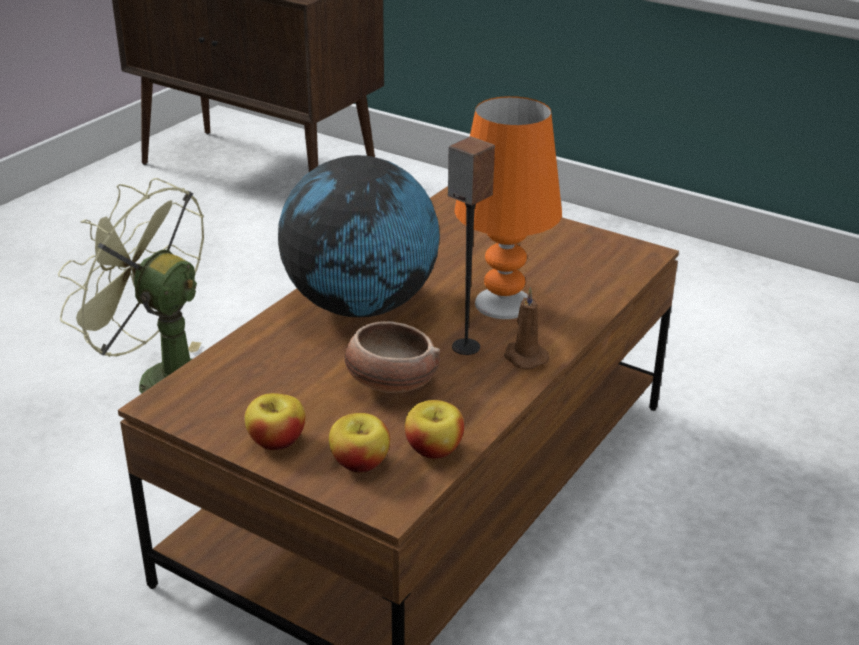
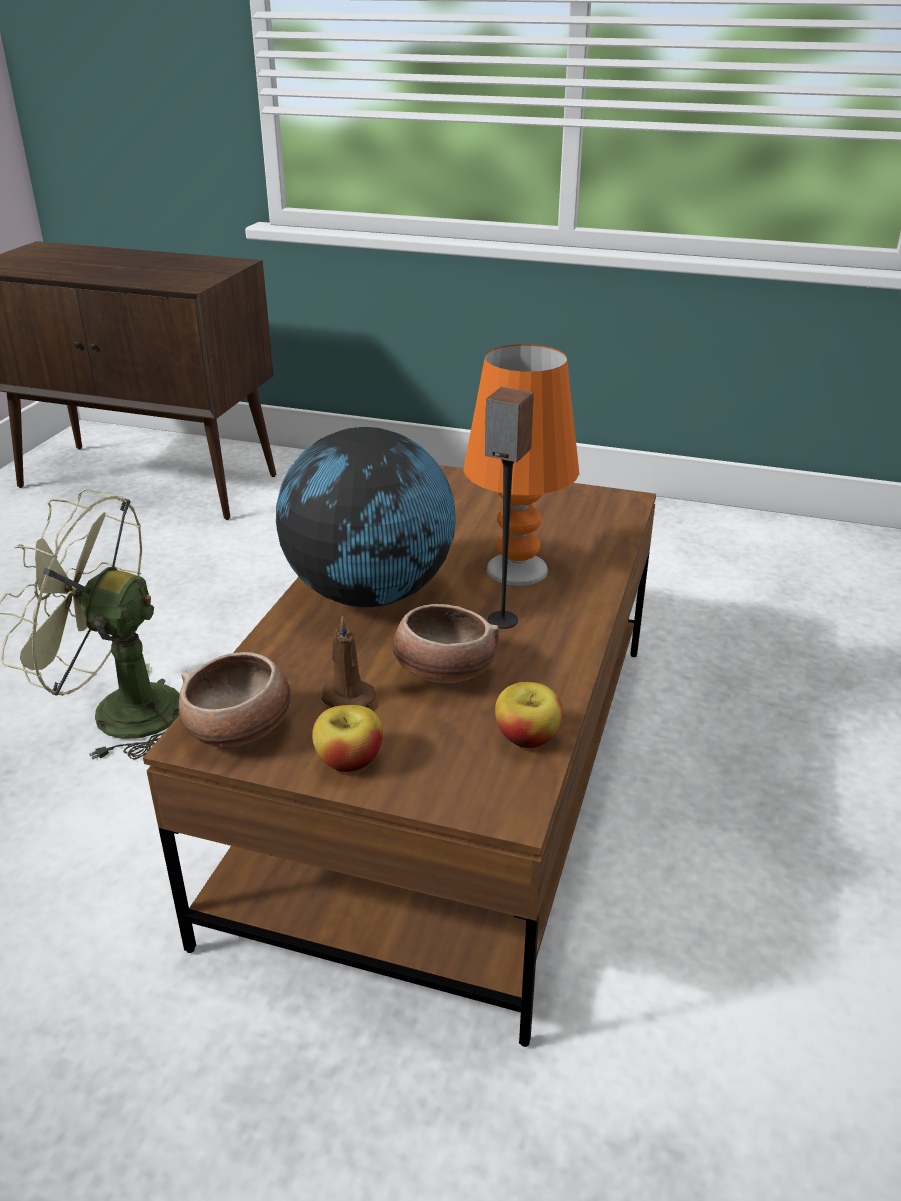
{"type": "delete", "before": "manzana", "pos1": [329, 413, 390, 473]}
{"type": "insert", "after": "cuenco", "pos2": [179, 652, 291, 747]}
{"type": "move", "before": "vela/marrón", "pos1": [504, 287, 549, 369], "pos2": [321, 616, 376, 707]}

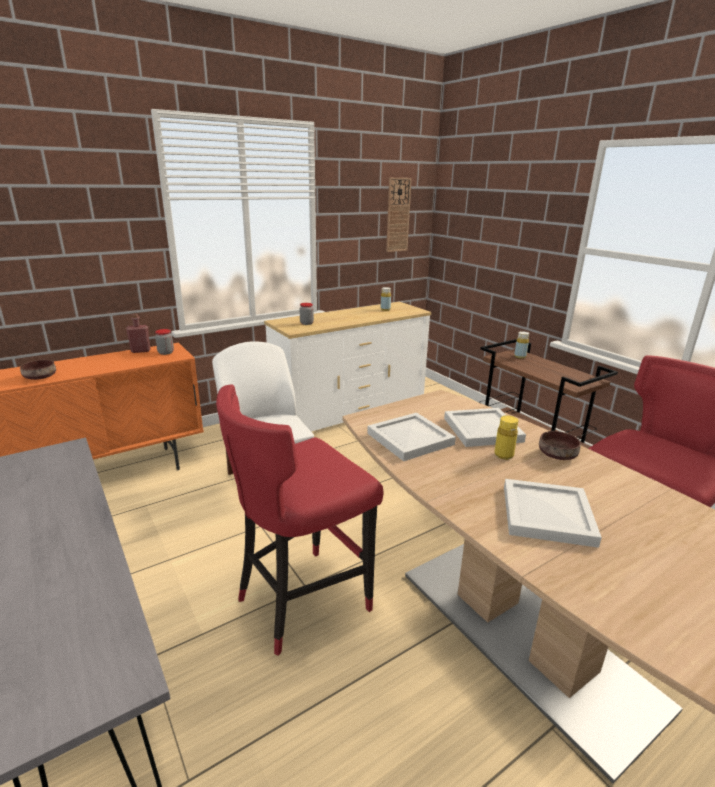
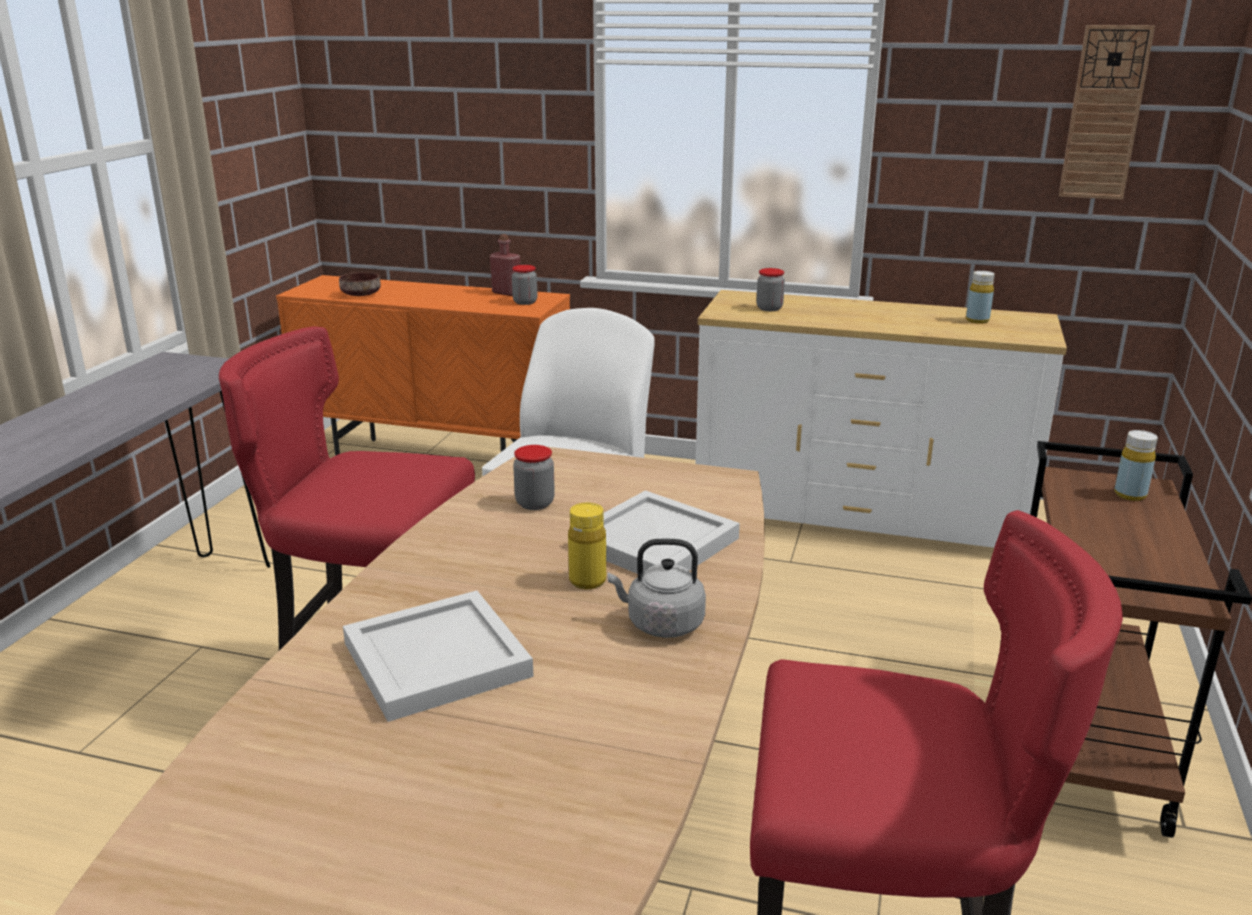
{"type": "replace", "before": "bandeja/blanco", "after": "tarro", "pos1": [367, 413, 456, 461], "pos2": [513, 445, 555, 510]}
{"type": "replace", "before": "cuenco/marrón", "after": "hervidor/gris", "pos1": [539, 431, 581, 460], "pos2": [607, 539, 706, 638]}

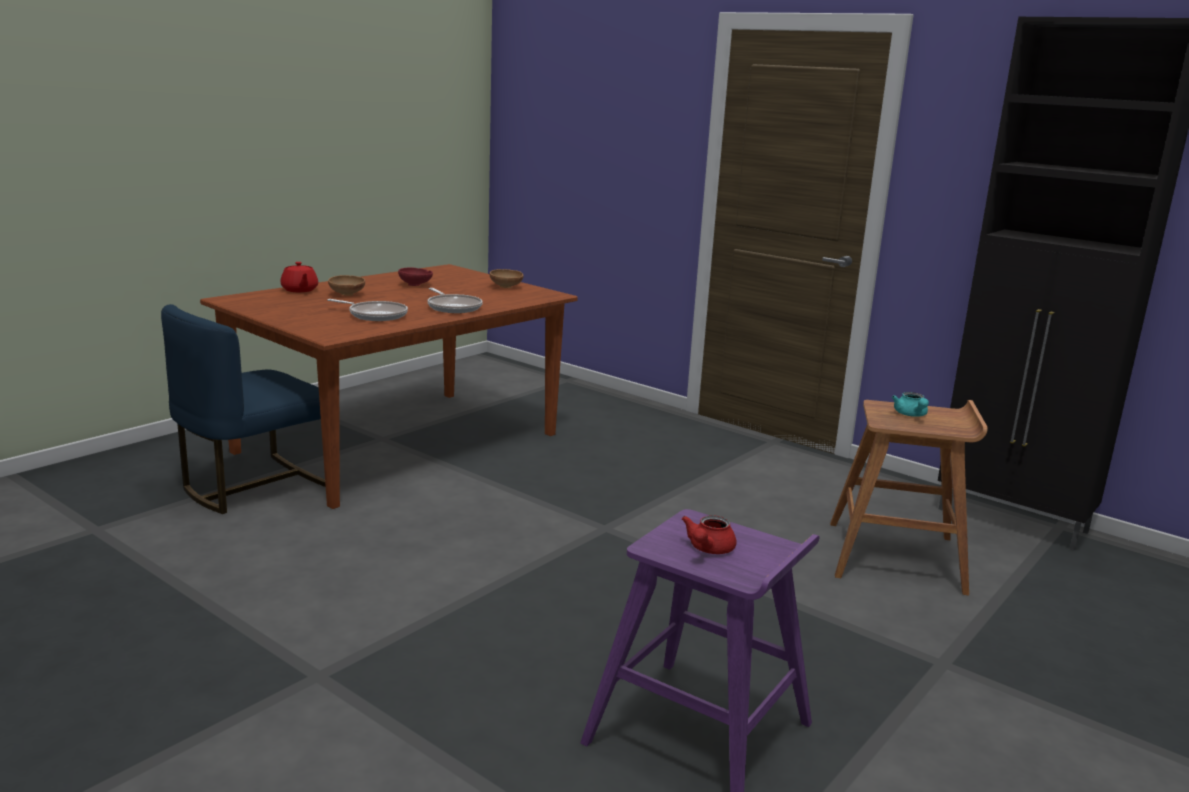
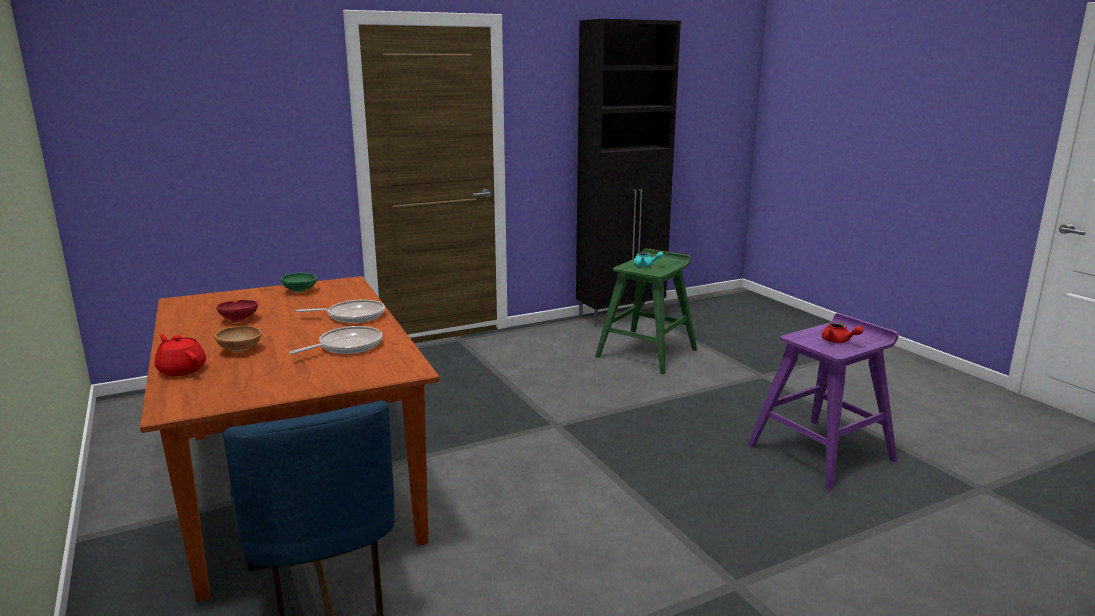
{"type": "recolor", "before": "cuenco/marrón", "after": "cuenco/verde", "pos1": [489, 269, 524, 288], "pos2": [281, 273, 317, 292]}
{"type": "recolor", "before": "taburete/marrón", "after": "taburete/verde", "pos1": [830, 400, 988, 595], "pos2": [595, 248, 697, 374]}
{"type": "rotate", "before": "tetera/rojo", "pos1": [280, 262, 318, 292], "pos2": [155, 334, 206, 376], "turn": -135}

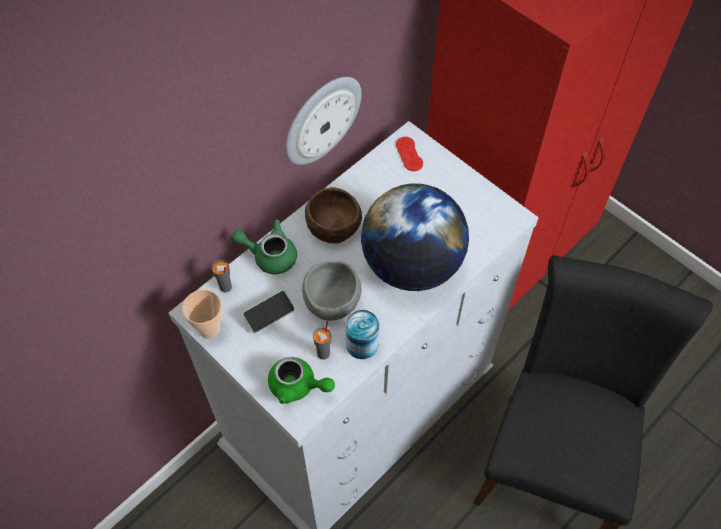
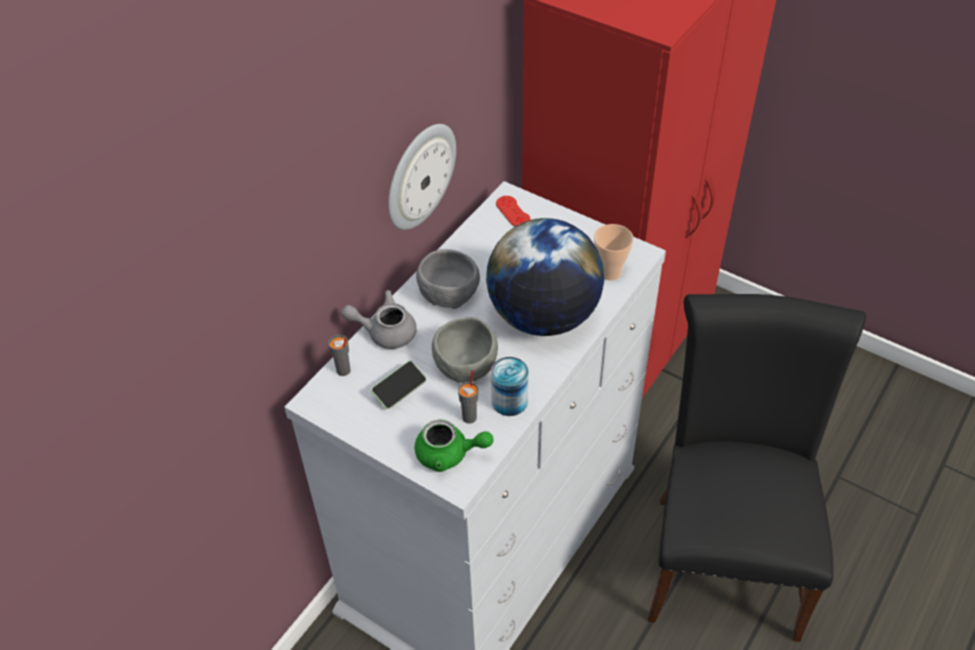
{"type": "move", "before": "taza", "pos1": [182, 290, 222, 339], "pos2": [594, 224, 634, 280]}
{"type": "recolor", "before": "tetera/verde", "after": "tetera/gris", "pos1": [231, 219, 297, 274], "pos2": [341, 290, 417, 349]}
{"type": "recolor", "before": "cuenco/marrón", "after": "cuenco/gris", "pos1": [305, 187, 362, 244], "pos2": [416, 249, 480, 309]}

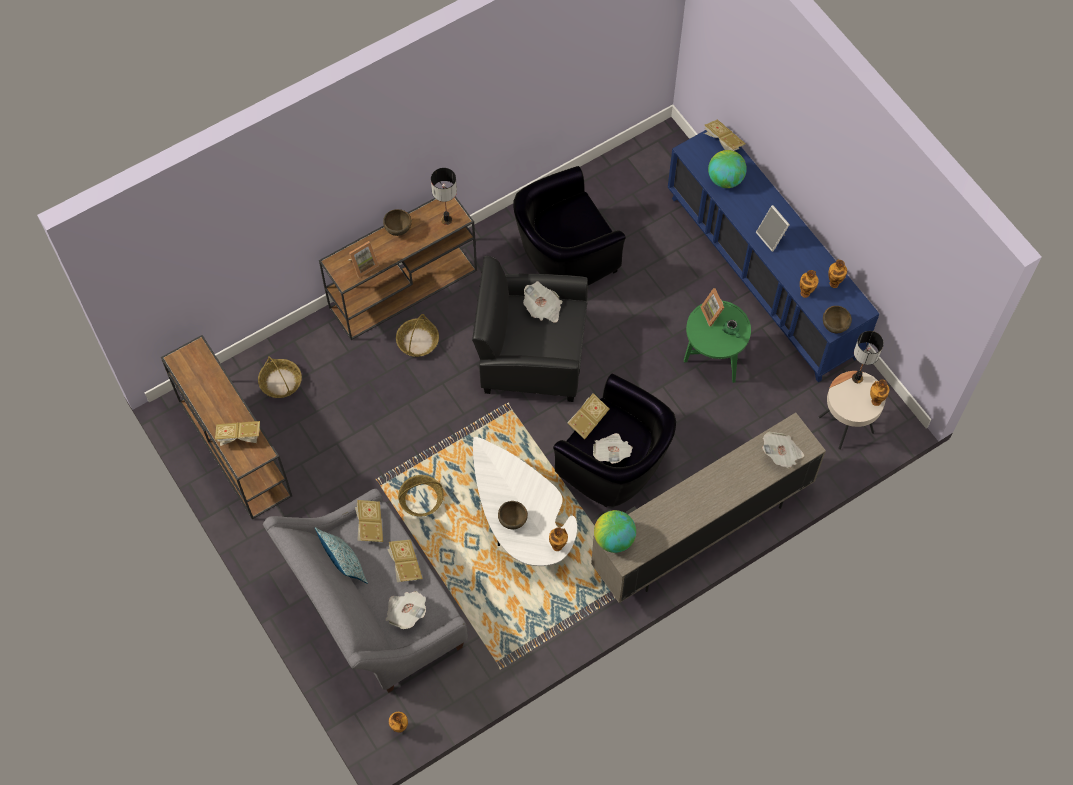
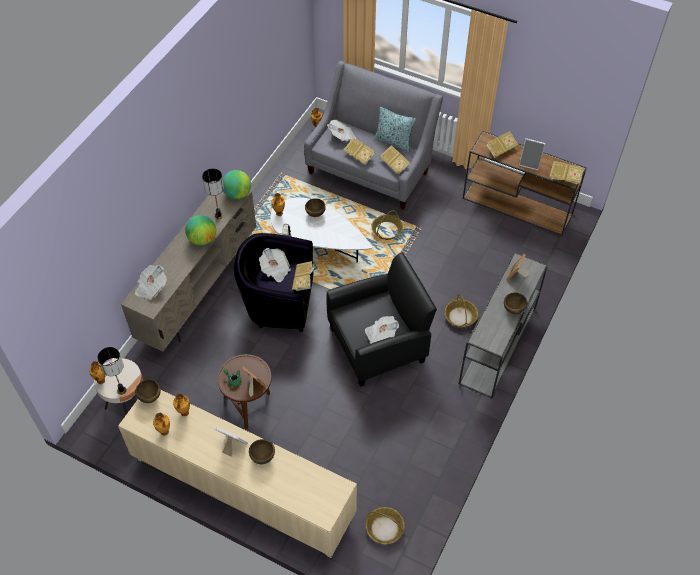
{"type": "delete", "before": "sillón/negro", "pos1": [513, 166, 626, 285]}
{"type": "insert", "after": "cuenco/marrón", "pos2": [249, 439, 275, 464]}
{"type": "insert", "after": "portarretratos", "pos2": [519, 138, 546, 171]}
{"type": "move", "before": "cesta", "pos1": [258, 356, 302, 398], "pos2": [366, 507, 405, 544]}
{"type": "move", "before": "lámpara de mesa", "pos1": [431, 168, 457, 225], "pos2": [202, 168, 224, 219]}
{"type": "move", "before": "libro", "pos1": [704, 119, 746, 151], "pos2": [550, 161, 584, 184]}
{"type": "move", "before": "globo terráqueo", "pos1": [708, 150, 747, 188], "pos2": [185, 215, 216, 246]}
{"type": "recolor", "before": "mesa consola/marrón", "after": "mesa consola/gris", "pos1": [319, 196, 477, 340], "pos2": [459, 252, 548, 398]}
{"type": "recolor", "before": "armario/azul", "after": "armario/beis", "pos1": [668, 130, 879, 382], "pos2": [118, 390, 357, 558]}
{"type": "recolor", "before": "mesa auxiliar/verde", "after": "mesa auxiliar/marrón", "pos1": [684, 301, 751, 383], "pos2": [217, 354, 271, 430]}

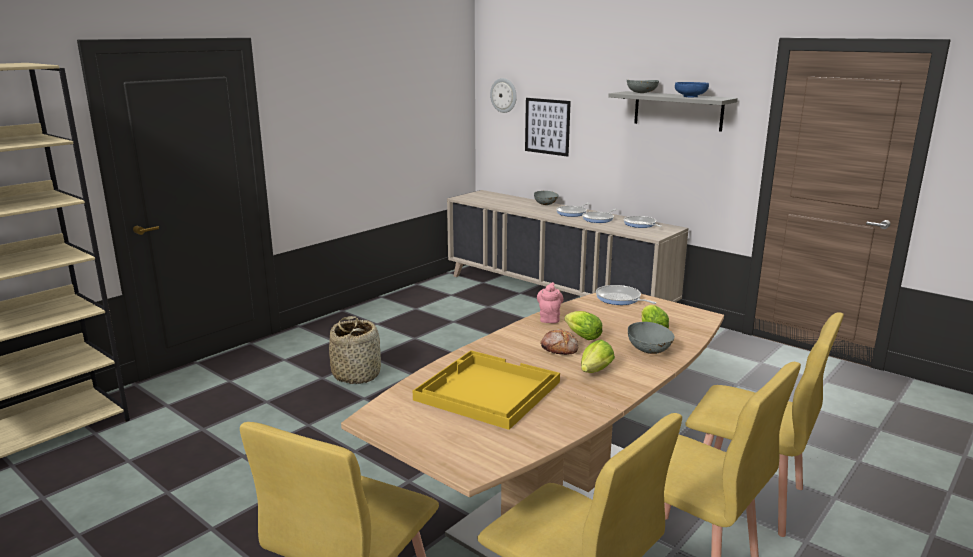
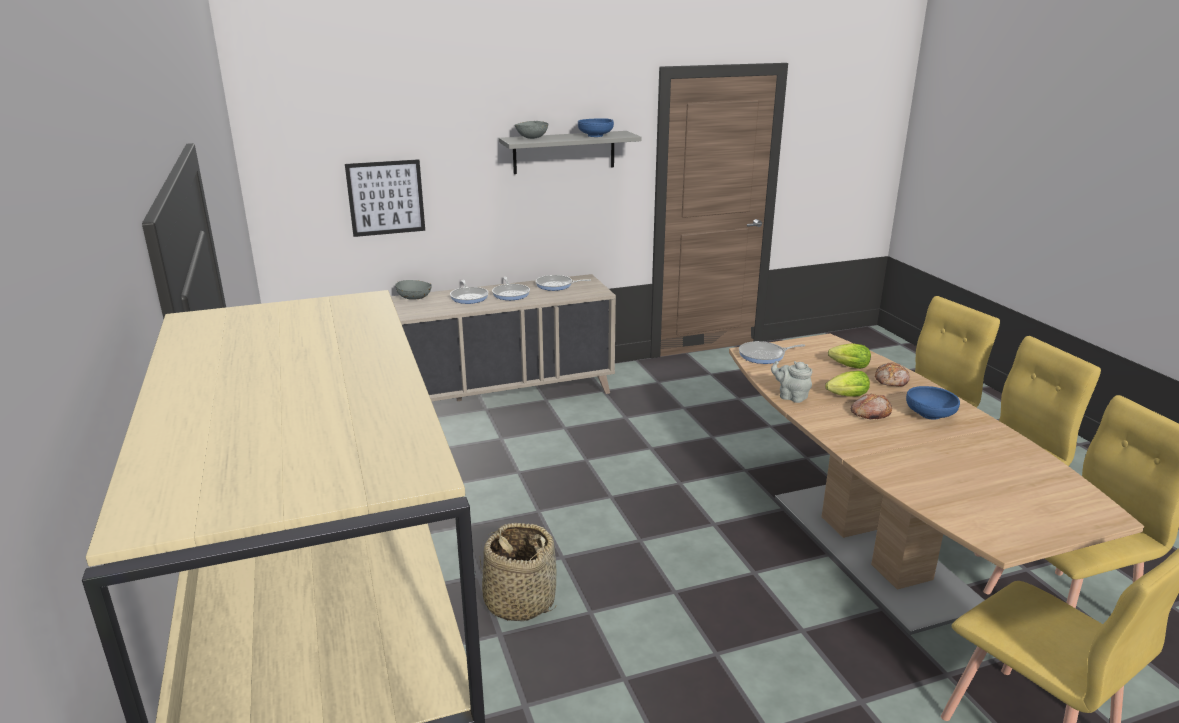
{"type": "delete", "before": "bandeja/amarillo", "pos1": [413, 350, 560, 430]}
{"type": "delete", "before": "reloj de pared", "pos1": [490, 78, 517, 113]}
{"type": "replace", "before": "lechuga", "after": "cuenco/azul", "pos1": [581, 339, 615, 373], "pos2": [906, 386, 960, 420]}
{"type": "replace", "before": "cuenco/gris", "after": "pan", "pos1": [628, 321, 675, 354], "pos2": [875, 362, 910, 386]}
{"type": "recolor", "before": "tetera/rosa", "after": "tetera/gris", "pos1": [537, 282, 564, 323], "pos2": [771, 361, 812, 403]}

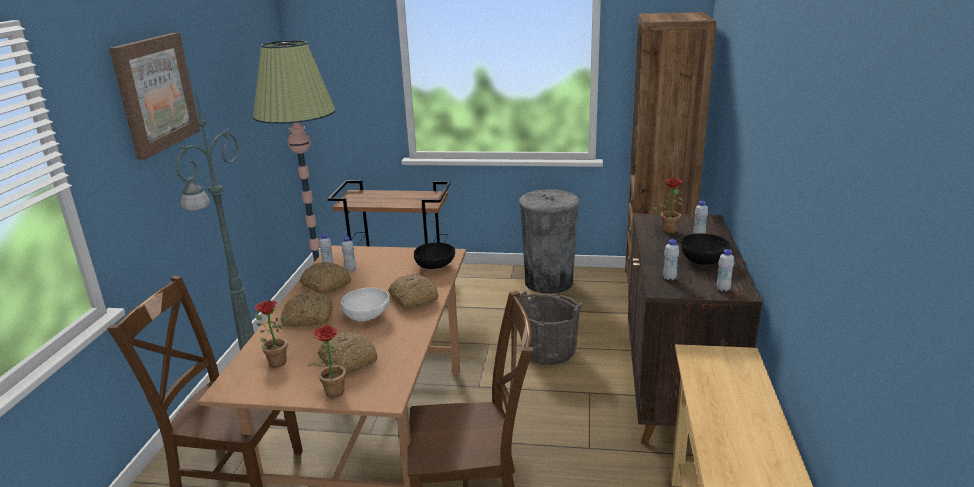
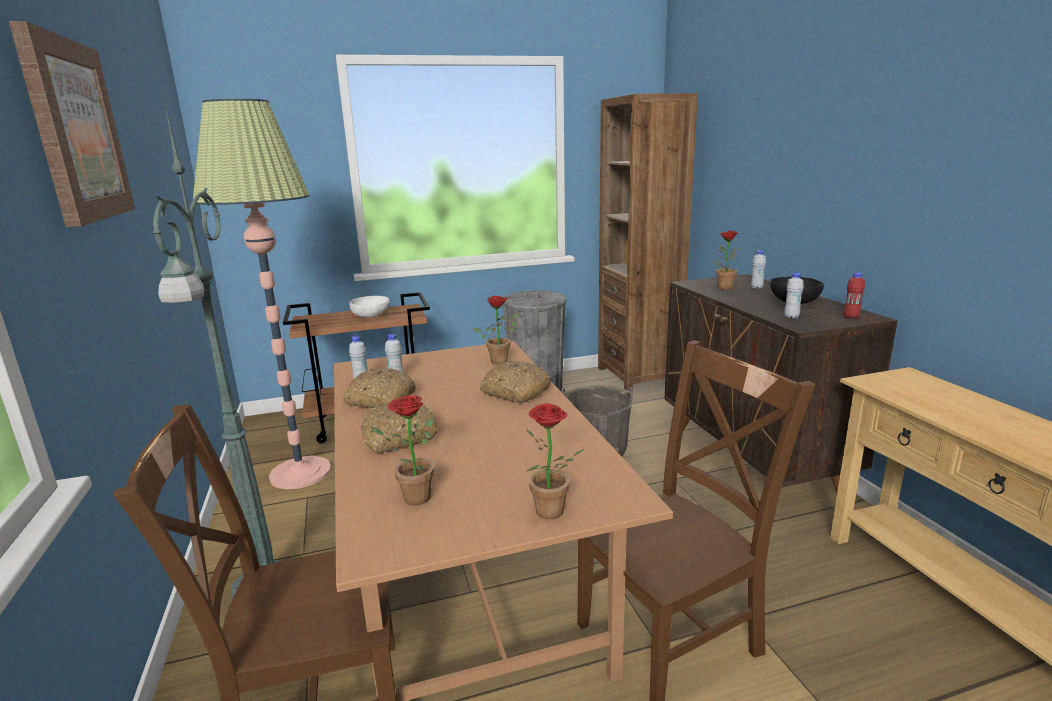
{"type": "delete", "before": "pan", "pos1": [317, 331, 378, 374]}
{"type": "move", "before": "cuenco/blanco", "pos1": [341, 288, 390, 322], "pos2": [349, 296, 390, 318]}
{"type": "replace", "before": "cuenco/negro", "after": "planta en maceta", "pos1": [414, 242, 455, 269], "pos2": [473, 296, 520, 365]}
{"type": "recolor", "before": "botella/blanco", "after": "botella/rojo", "pos1": [717, 249, 734, 292], "pos2": [844, 272, 865, 319]}

